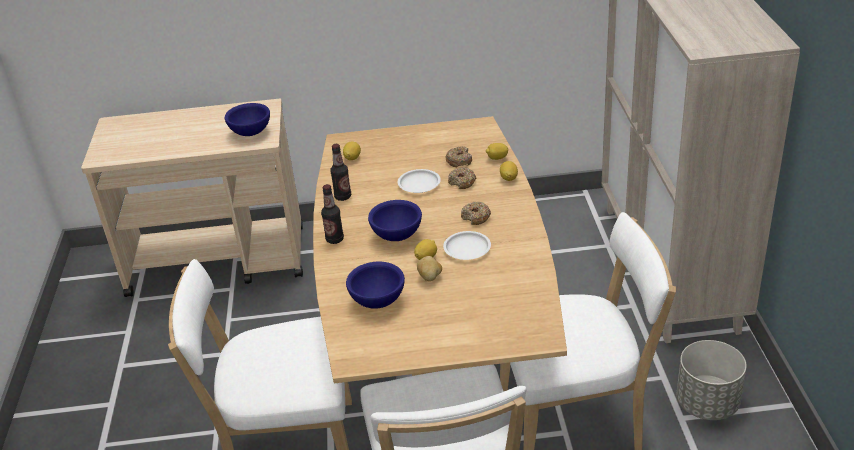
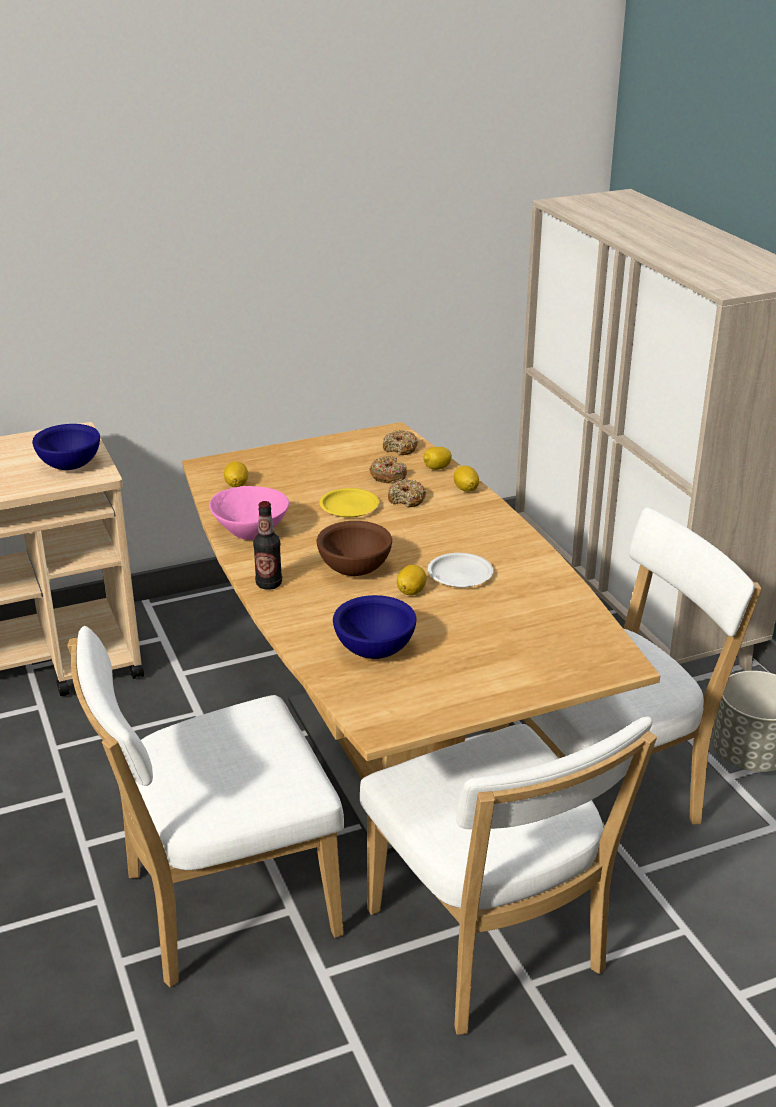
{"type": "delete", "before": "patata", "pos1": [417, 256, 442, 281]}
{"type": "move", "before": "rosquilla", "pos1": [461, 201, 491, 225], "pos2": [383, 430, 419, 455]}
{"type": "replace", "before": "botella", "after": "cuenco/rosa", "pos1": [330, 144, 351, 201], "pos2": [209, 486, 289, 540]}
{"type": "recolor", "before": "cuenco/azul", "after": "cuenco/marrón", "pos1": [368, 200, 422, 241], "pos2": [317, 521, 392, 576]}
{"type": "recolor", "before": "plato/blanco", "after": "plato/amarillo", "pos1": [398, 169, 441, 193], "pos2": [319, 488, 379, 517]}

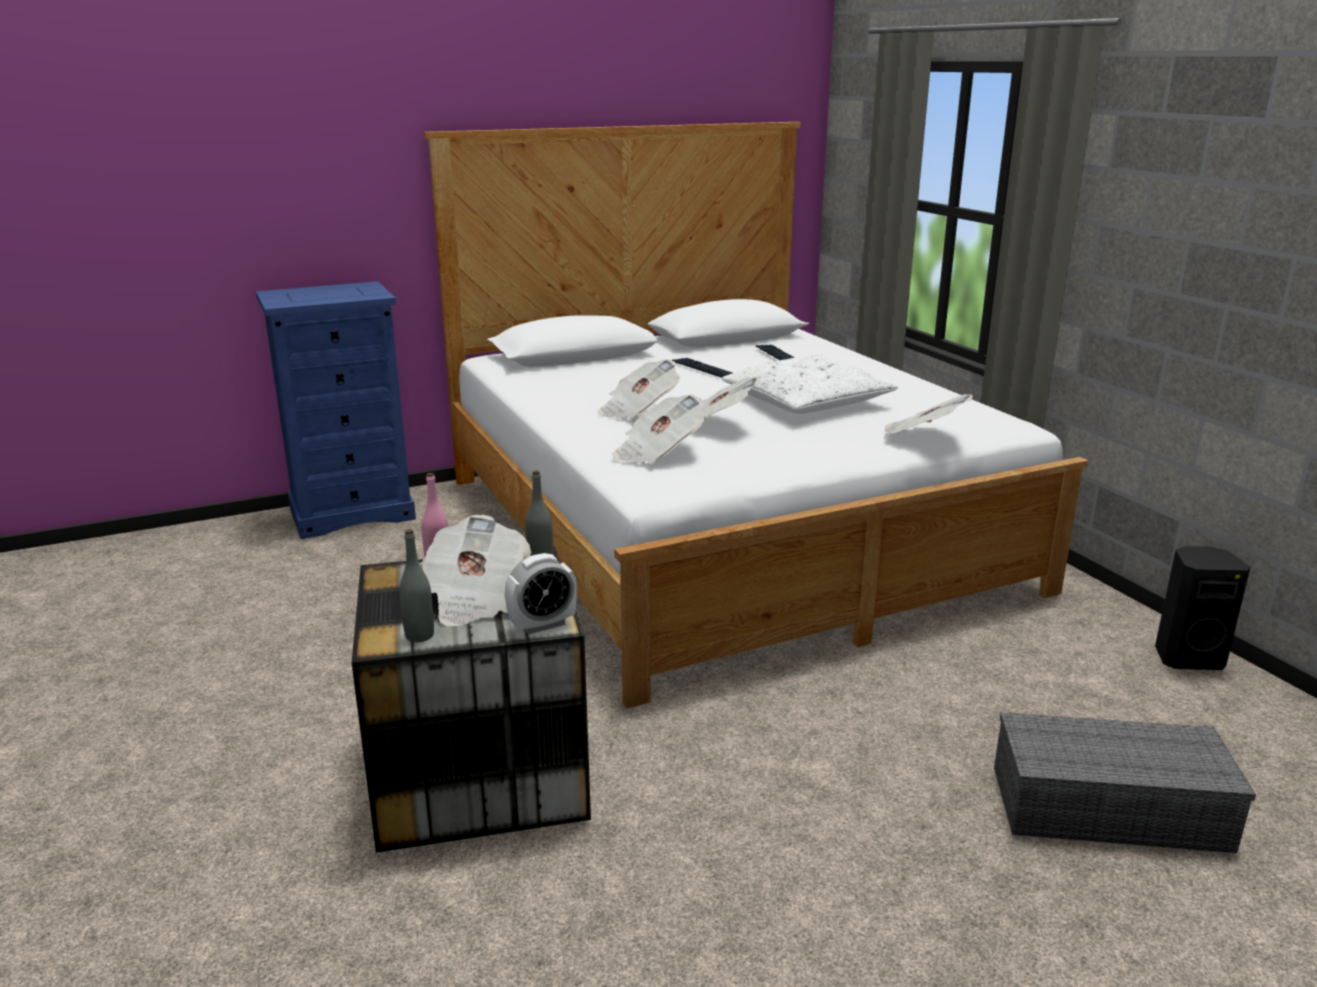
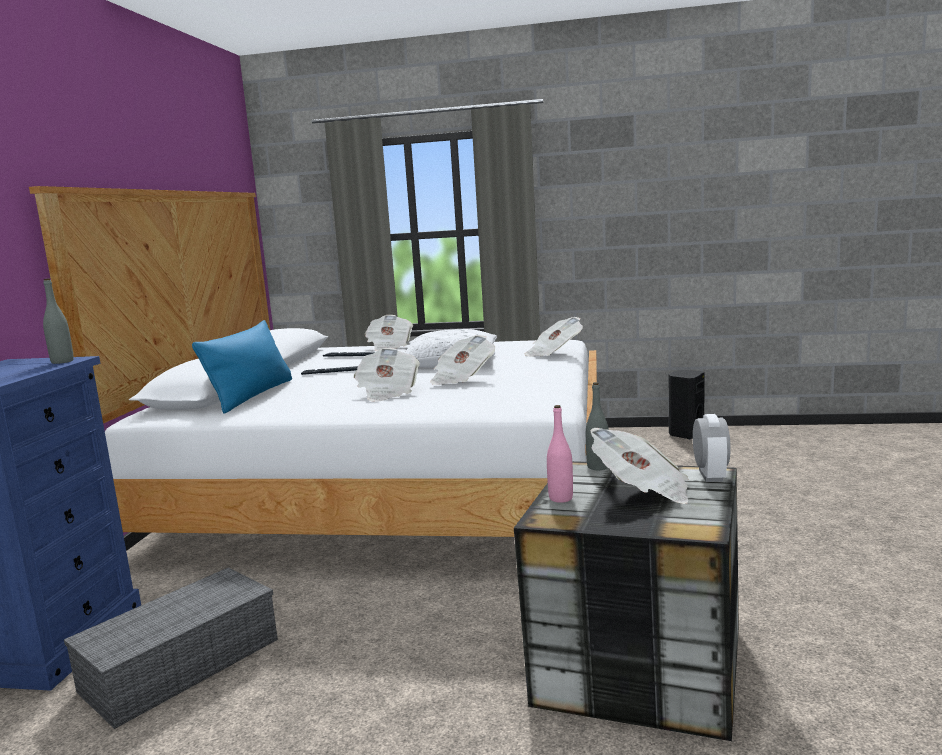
{"type": "insert", "after": "cojín/azul", "pos2": [192, 320, 292, 414]}
{"type": "move", "before": "botella/gris", "pos1": [400, 529, 434, 642], "pos2": [43, 278, 74, 364]}
{"type": "move", "before": "periódico", "pos1": [612, 395, 705, 464], "pos2": [365, 315, 413, 351]}
{"type": "move", "before": "caja de almacenaje/gris", "pos1": [994, 712, 1256, 853], "pos2": [64, 567, 278, 729]}

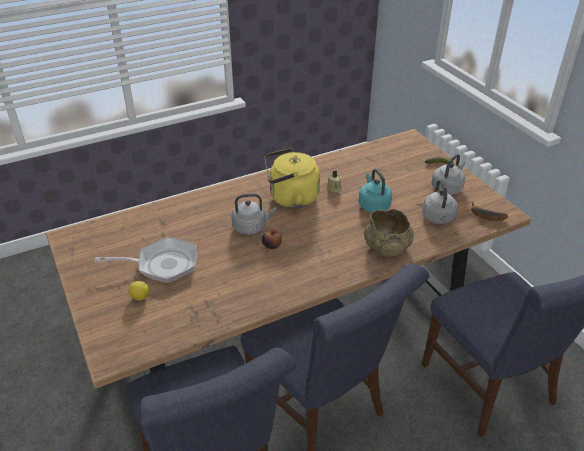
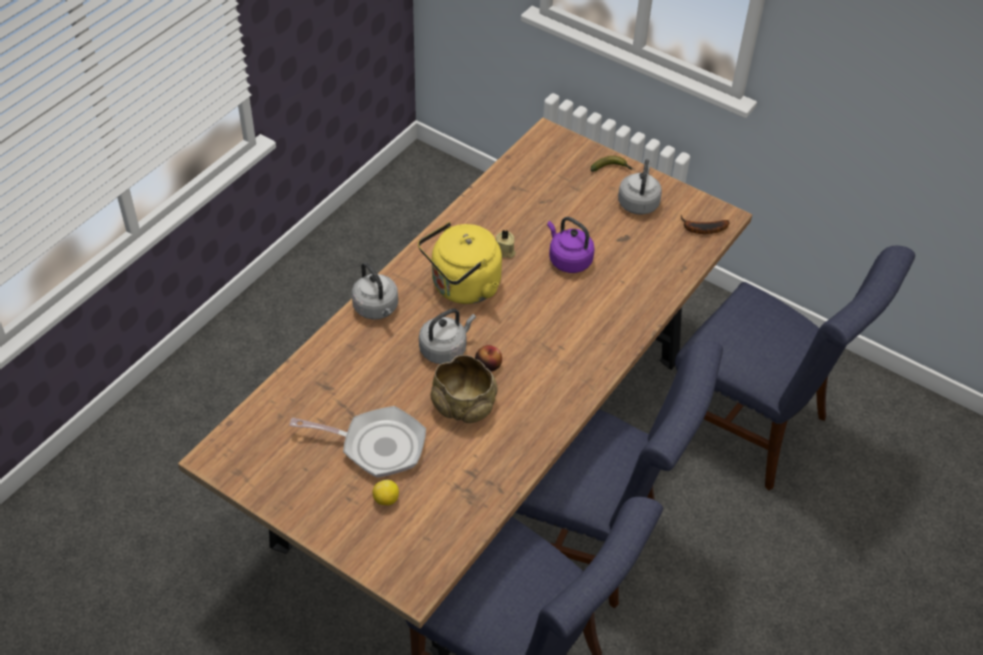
{"type": "move", "before": "cuenco/beis", "pos1": [364, 209, 414, 257], "pos2": [431, 355, 498, 423]}
{"type": "move", "before": "hervidor/gris", "pos1": [422, 180, 458, 224], "pos2": [352, 262, 398, 320]}
{"type": "recolor", "before": "hervidor/turquesa", "after": "hervidor/morado", "pos1": [358, 169, 392, 212], "pos2": [547, 217, 595, 273]}
{"type": "rotate", "before": "sartén", "pos1": [94, 237, 197, 283], "pos2": [289, 406, 426, 478], "turn": 45}

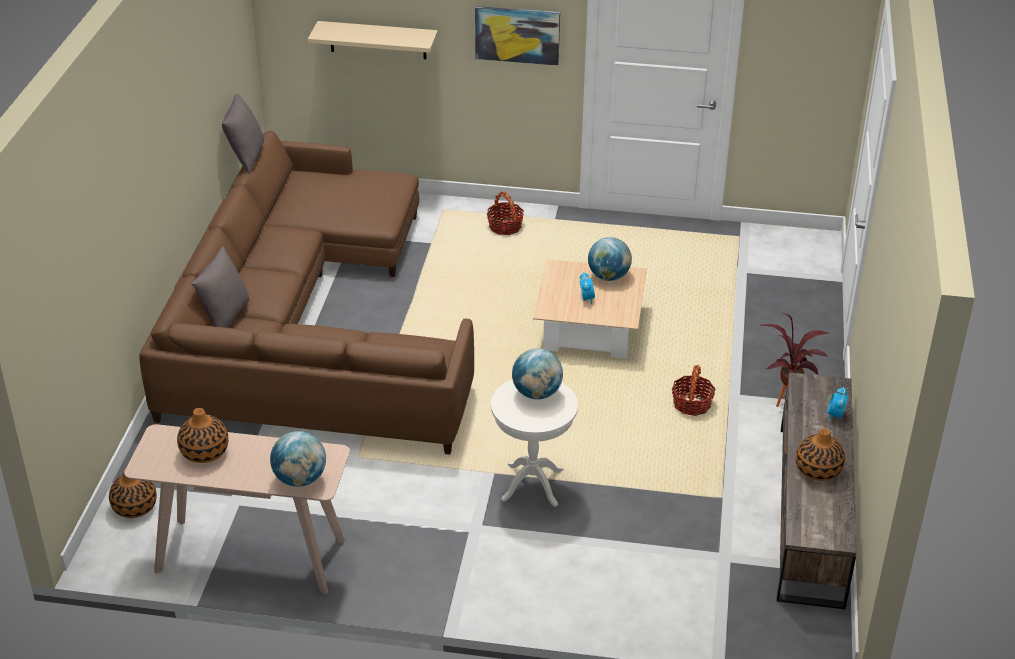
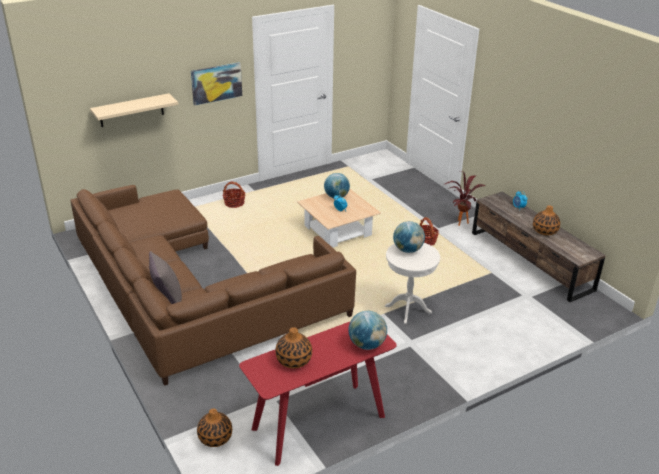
{"type": "delete", "before": "cojín/gris", "pos1": [222, 93, 264, 174]}
{"type": "recolor", "before": "mesa consola/beis", "after": "mesa consola/rojo", "pos1": [124, 424, 350, 594], "pos2": [239, 322, 397, 466]}

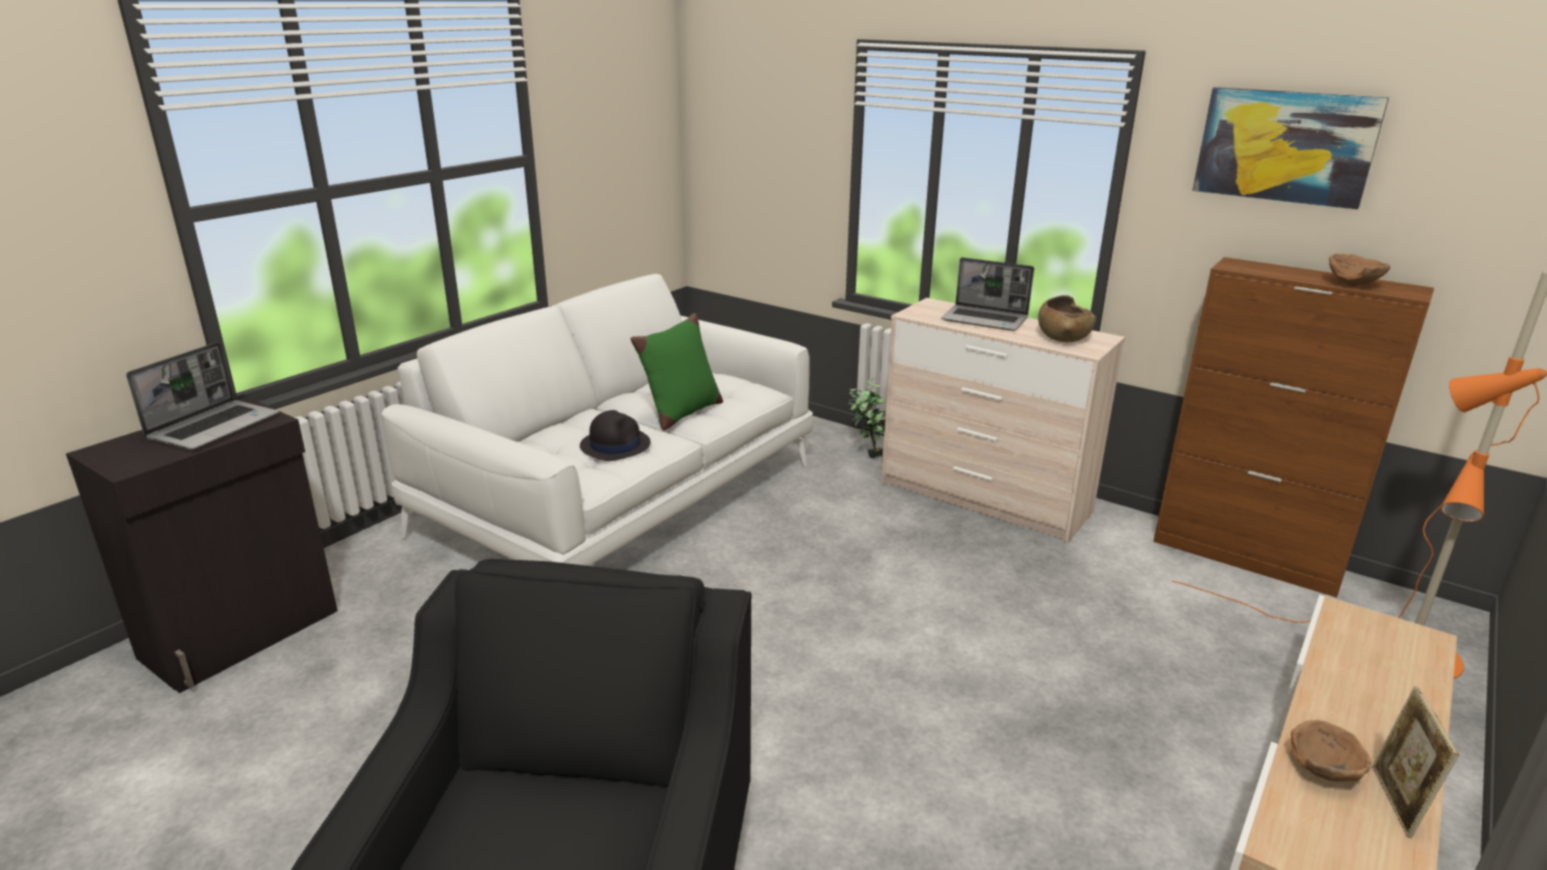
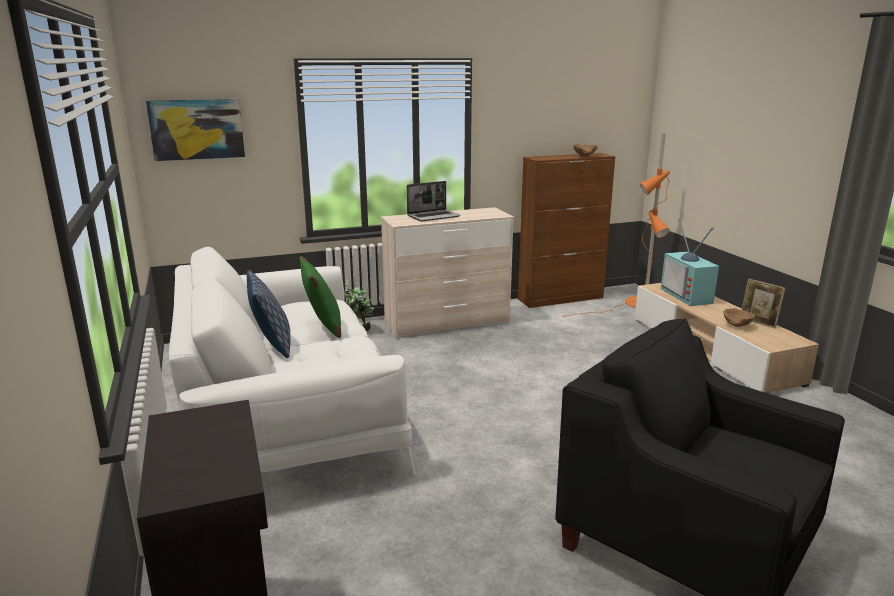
{"type": "delete", "before": "portátil", "pos1": [126, 342, 279, 450]}
{"type": "delete", "before": "sombrero/negro", "pos1": [580, 410, 651, 461]}
{"type": "delete", "before": "cuenco/marrón", "pos1": [1038, 295, 1096, 342]}
{"type": "insert", "after": "cojín", "pos2": [246, 270, 291, 358]}
{"type": "insert", "after": "televisor", "pos2": [661, 218, 719, 306]}
{"type": "move", "before": "cuadro", "pos1": [1192, 87, 1389, 210], "pos2": [146, 99, 245, 161]}

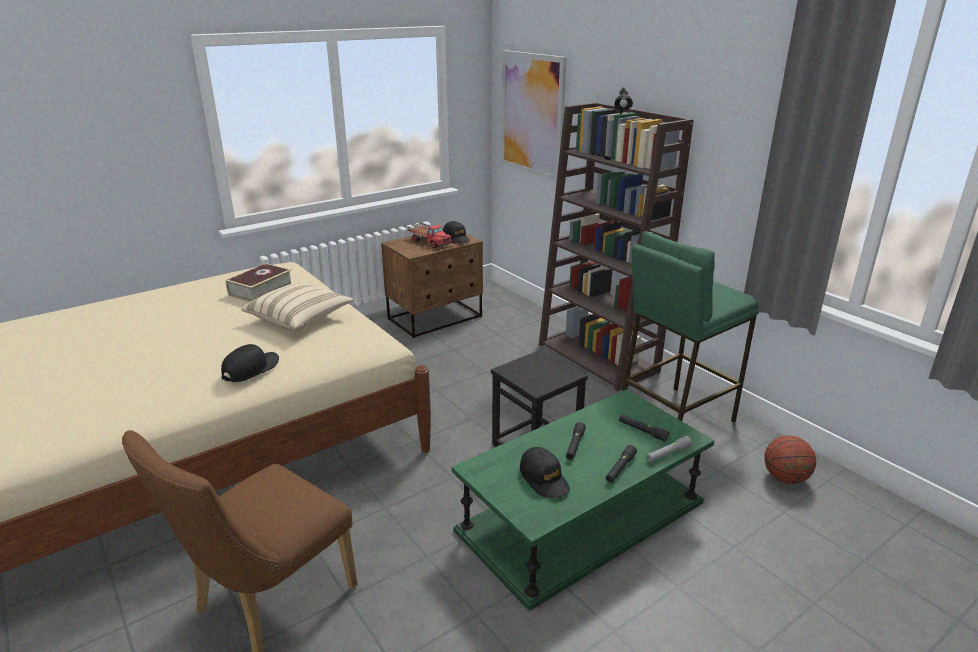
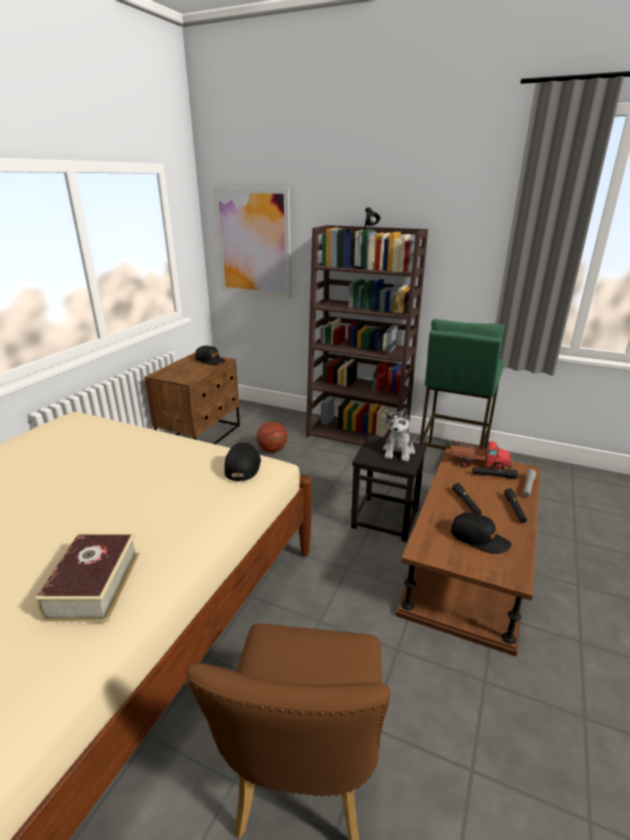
{"type": "delete", "before": "cojín/beis", "pos1": [241, 282, 354, 331]}
{"type": "insert", "after": "peluche", "pos2": [383, 408, 415, 462]}
{"type": "move", "before": "gorra/negro", "pos1": [221, 344, 279, 382], "pos2": [224, 443, 261, 481]}
{"type": "move", "before": "libro", "pos1": [226, 263, 293, 302], "pos2": [35, 533, 139, 621]}
{"type": "move", "before": "camión de juguete", "pos1": [408, 223, 453, 248], "pos2": [450, 441, 511, 470]}
{"type": "move", "before": "balón de baloncesto", "pos1": [764, 436, 816, 484], "pos2": [256, 422, 287, 452]}
{"type": "recolor", "before": "mesa de centro/verde", "after": "mesa de centro/marrón", "pos1": [452, 389, 715, 611], "pos2": [396, 448, 540, 656]}

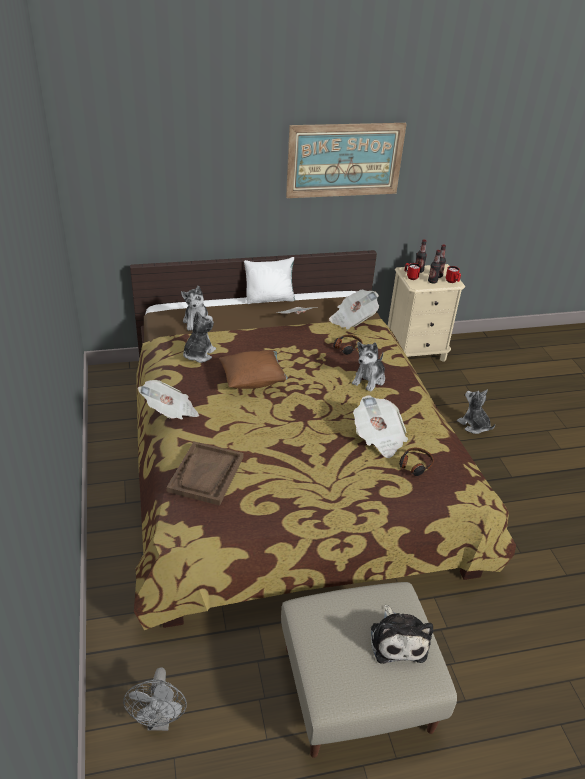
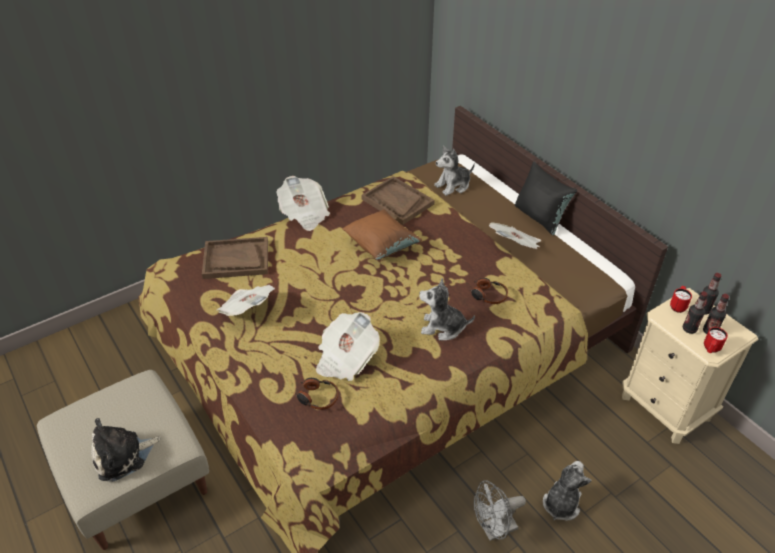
{"type": "delete", "before": "cuadro", "pos1": [286, 123, 407, 198]}
{"type": "move", "before": "ventilador/gris", "pos1": [123, 667, 187, 731], "pos2": [474, 480, 526, 541]}
{"type": "move", "before": "periódico", "pos1": [329, 289, 379, 330], "pos2": [217, 285, 275, 316]}
{"type": "replace", "before": "peluche", "after": "bandeja/marrón", "pos1": [183, 311, 216, 363], "pos2": [362, 176, 434, 225]}
{"type": "recolor", "before": "cojín/blanco", "after": "cojín/negro", "pos1": [244, 257, 295, 304], "pos2": [515, 161, 577, 235]}

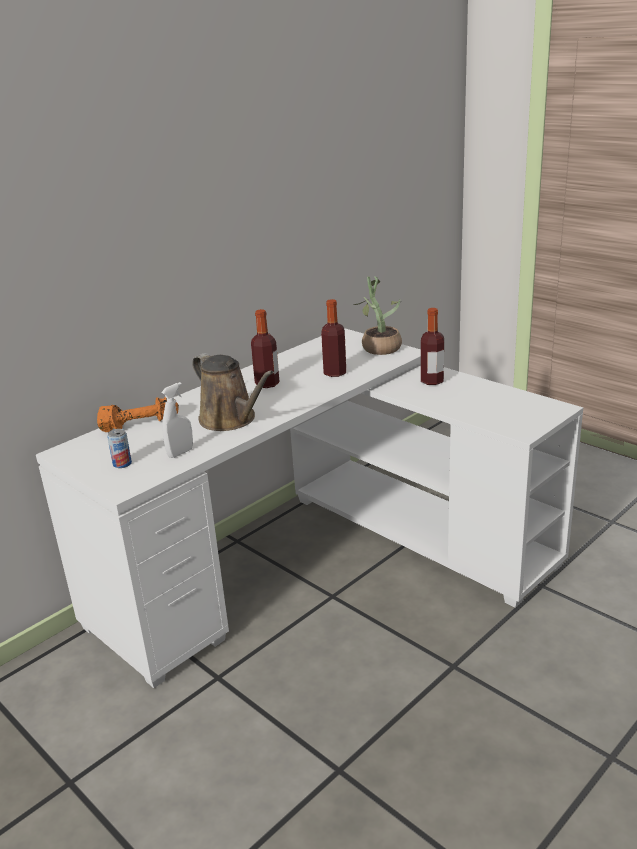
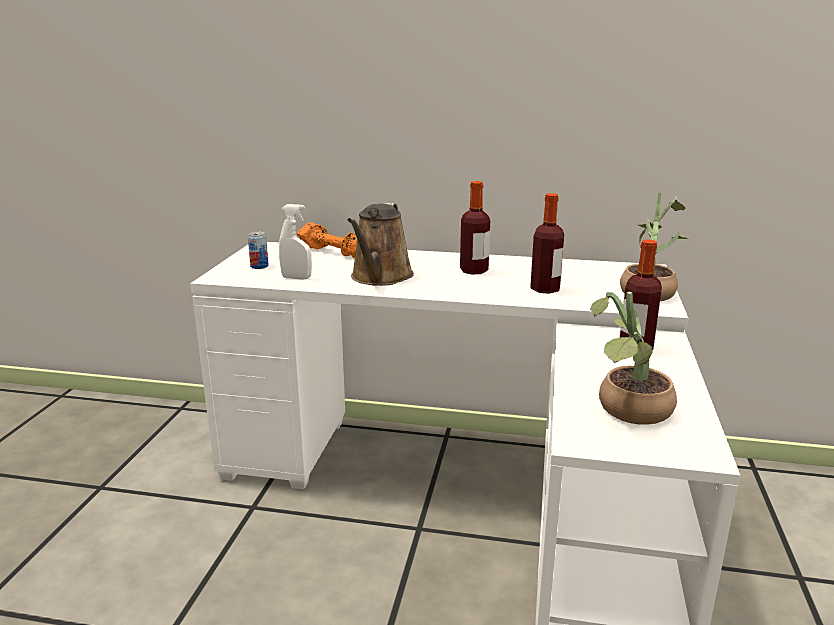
{"type": "insert", "after": "planta en maceta", "pos2": [590, 291, 677, 425]}

